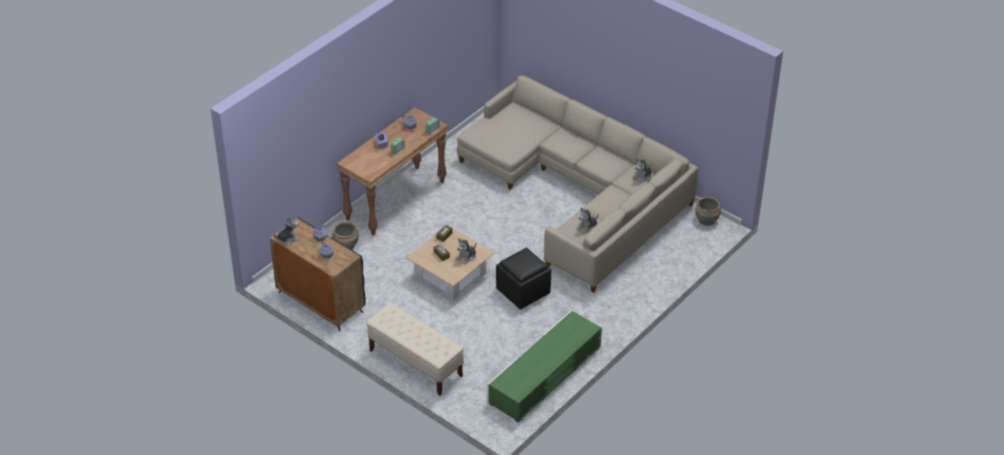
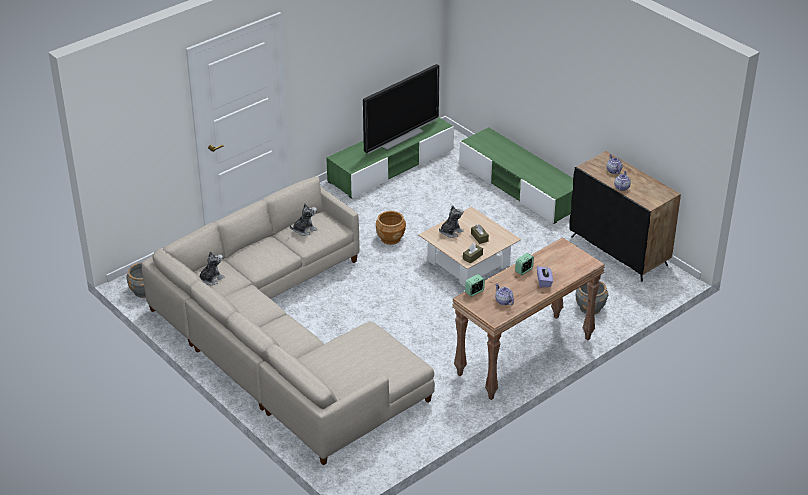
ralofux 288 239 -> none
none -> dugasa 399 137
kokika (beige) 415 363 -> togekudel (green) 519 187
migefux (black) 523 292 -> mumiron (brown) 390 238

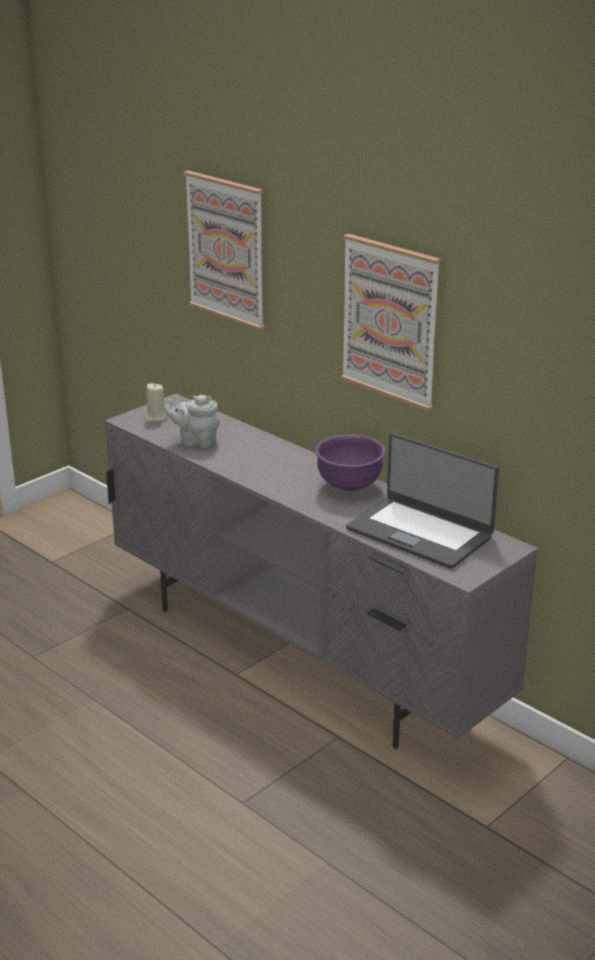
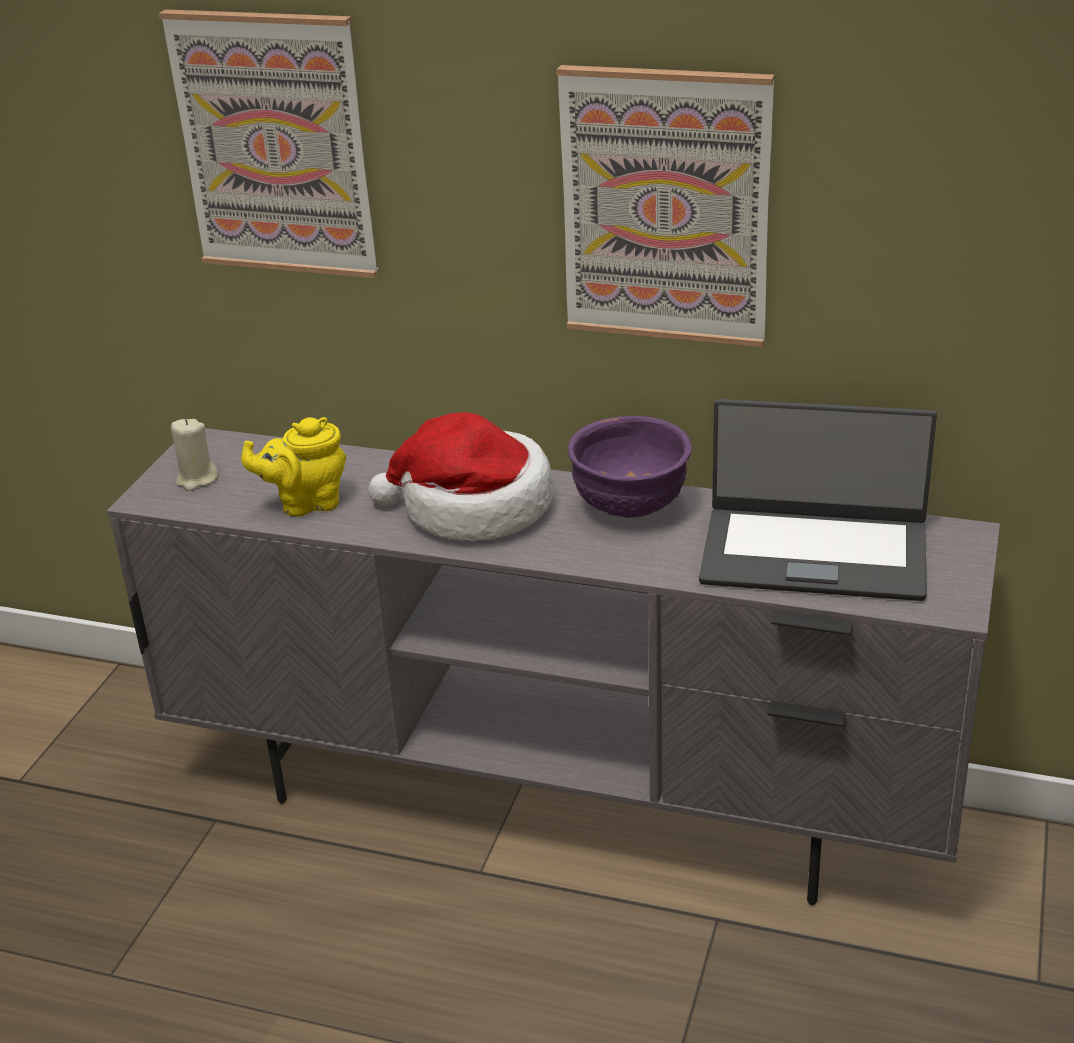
none -> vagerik 473 507
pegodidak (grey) 195 441 -> pegodidak (yellow) 306 503

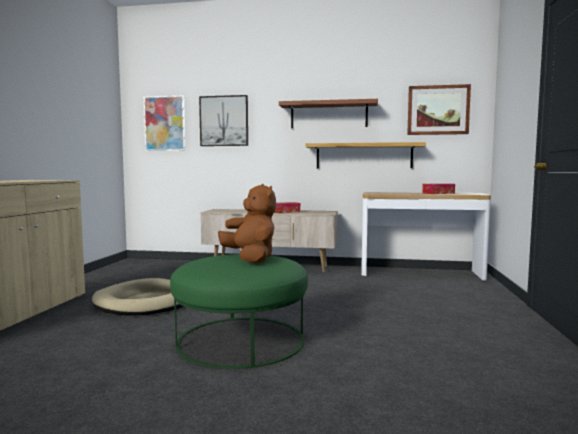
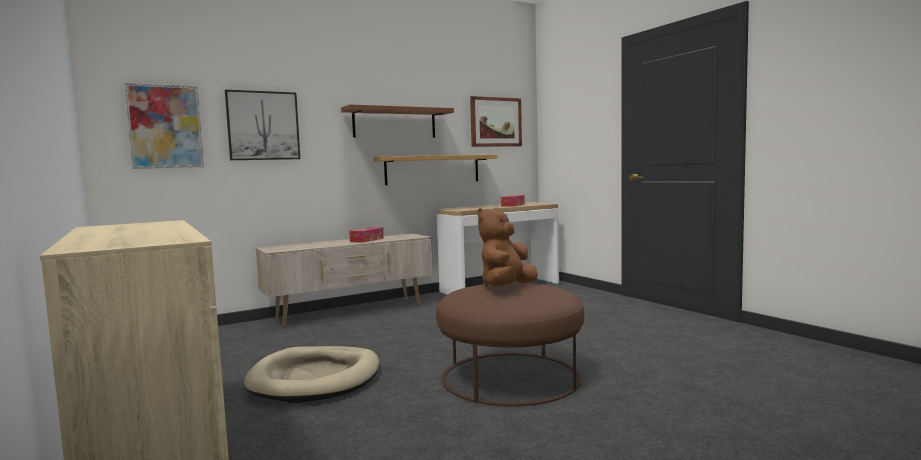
migefux (green) 241 340 -> migefux (brown) 510 376
ralofux (brown) 250 259 -> ralofux (brown) 506 288, 75 degrees counterclockwise

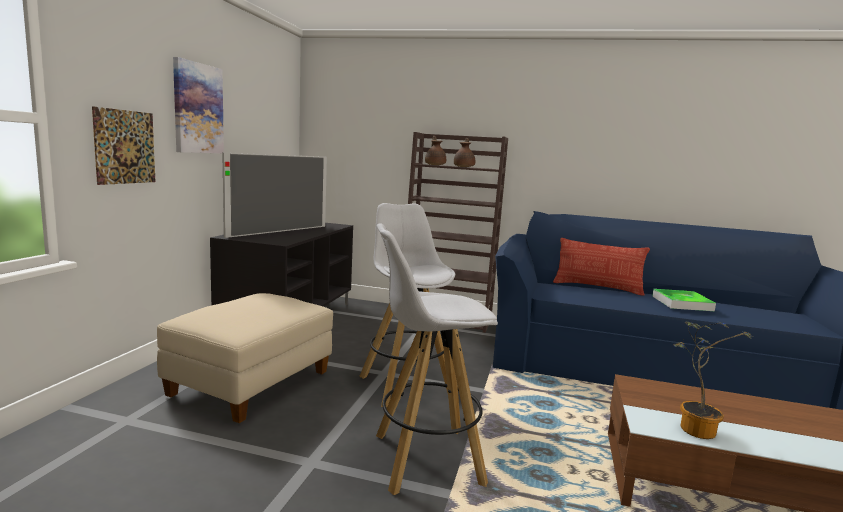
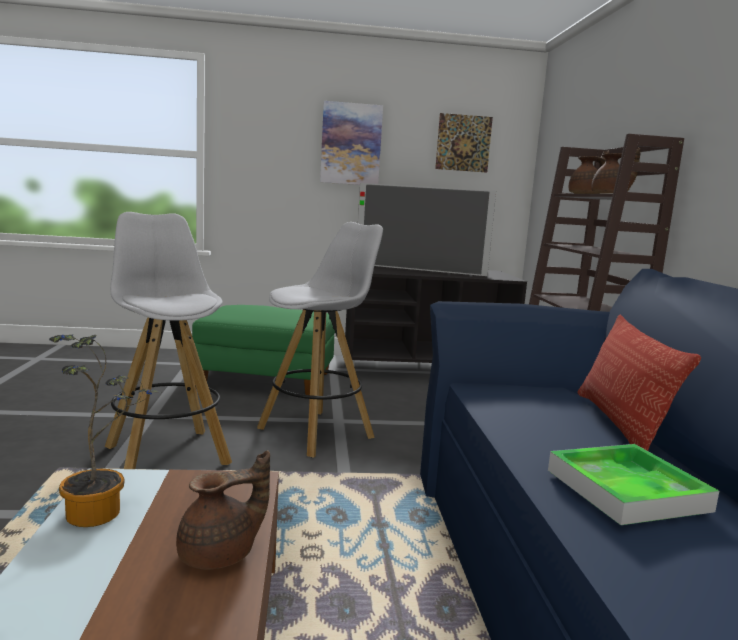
none -> pegodidak (brown) 220 555
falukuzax 125 147 -> falukuzax 463 143, relocated
migefux (beige) 251 384 -> migefux (green) 267 380

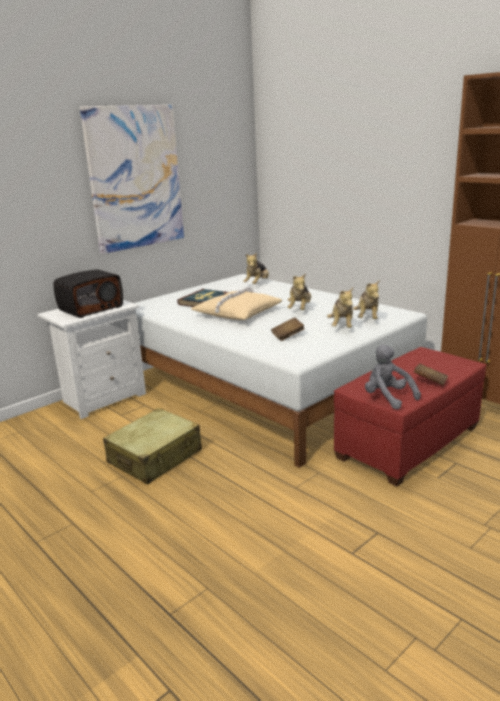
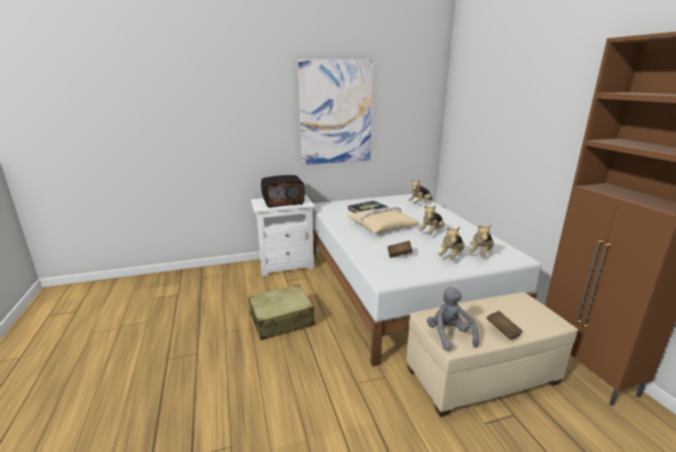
migefux (red) 408 442 -> migefux (beige) 481 376

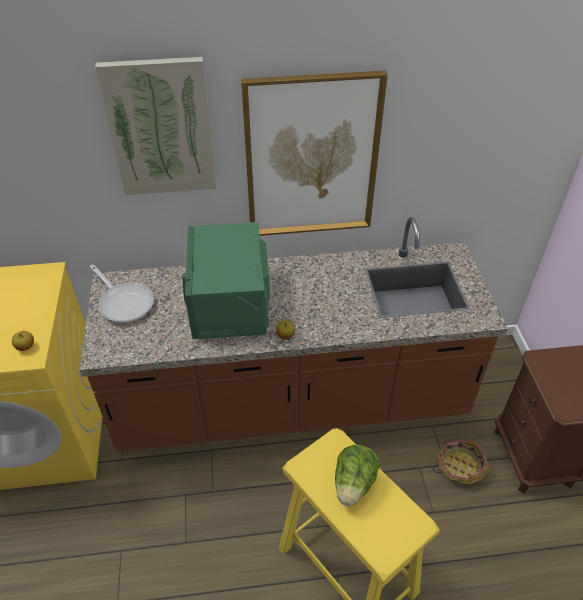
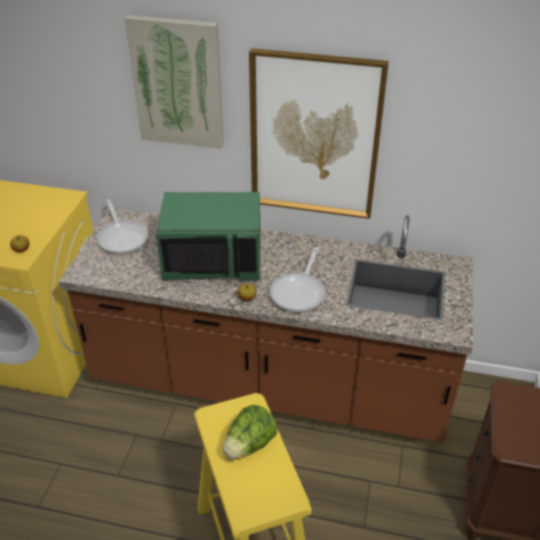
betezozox 459 467 -> none
none -> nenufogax 299 292
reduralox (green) 231 302 -> reduralox (green) 213 259, 105 degrees counterclockwise

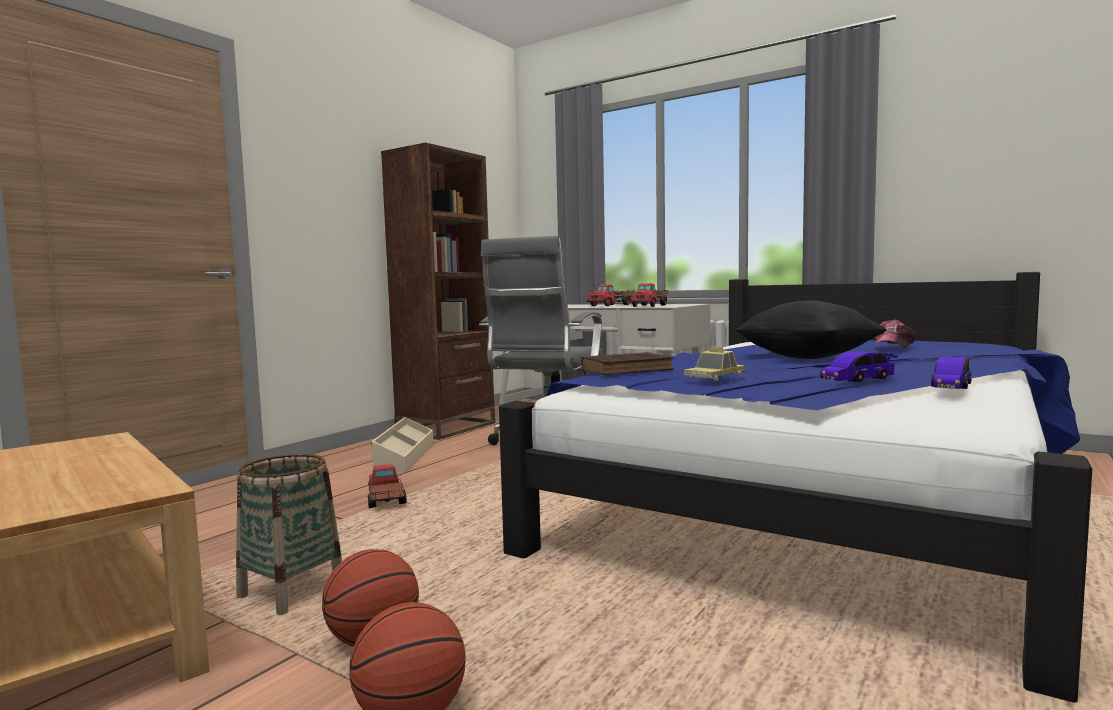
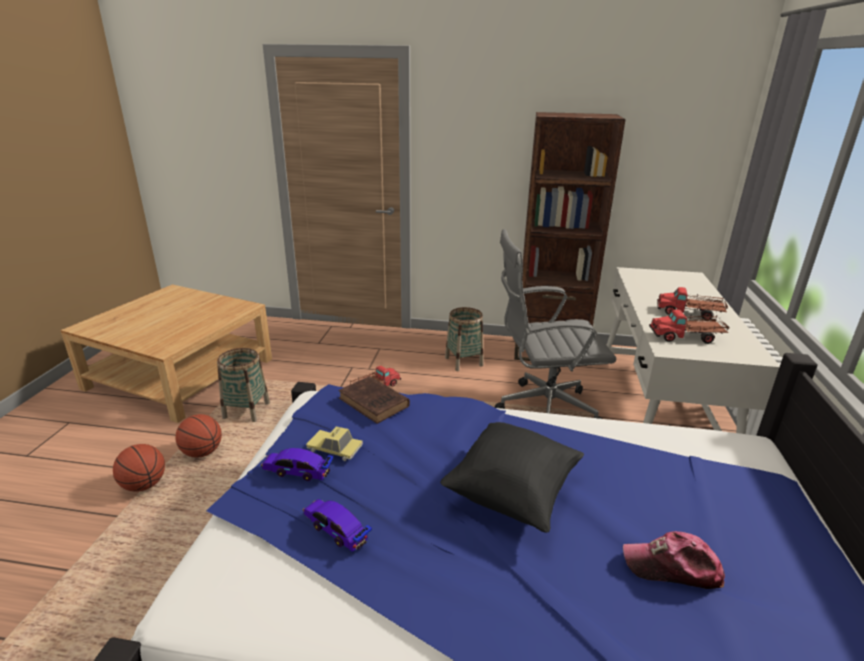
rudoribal 951 385 -> rudoribal 297 471, relocated
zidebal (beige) 404 456 -> betezozox 464 361

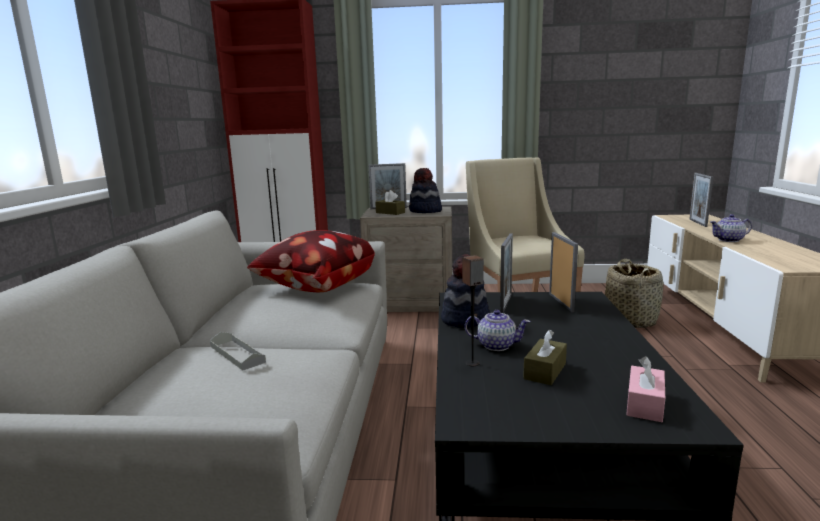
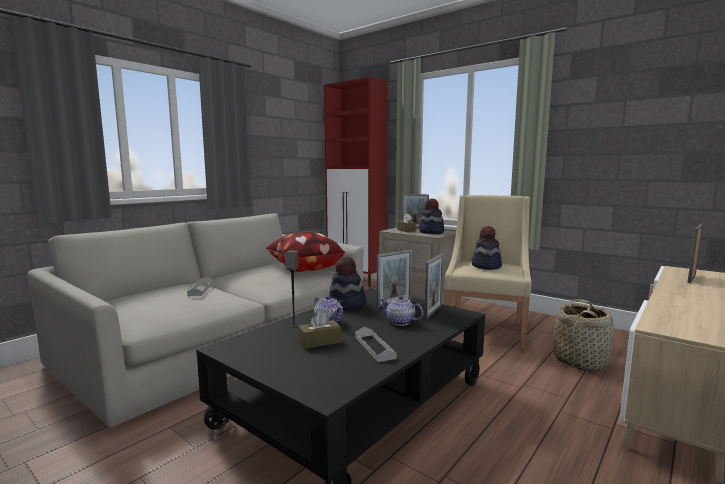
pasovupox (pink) 644 404 -> none
none -> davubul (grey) 374 347
none -> vagerik 486 266
pegodidak 729 240 -> pegodidak 400 322, relocated

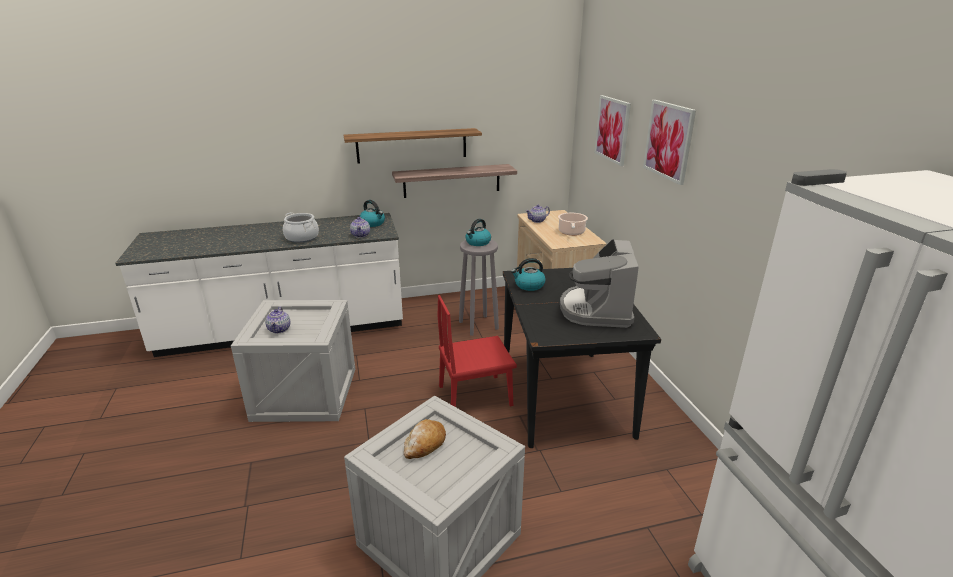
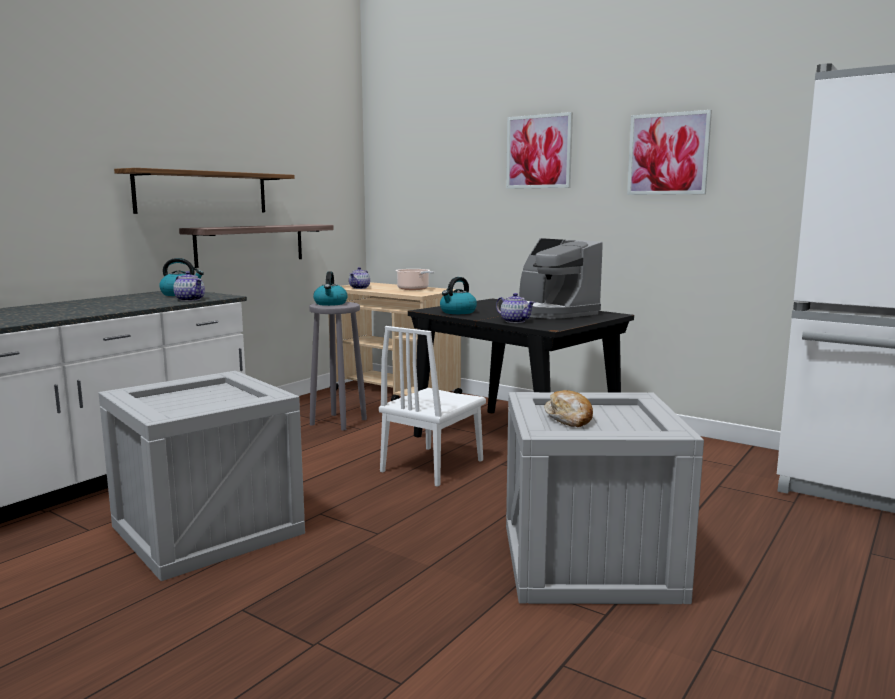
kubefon 302 237 -> none
pegodidak 279 329 -> pegodidak 515 321, relocated
falukuzax 612 129 -> falukuzax 668 154, relocated
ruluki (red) 475 395 -> ruluki (white) 432 465

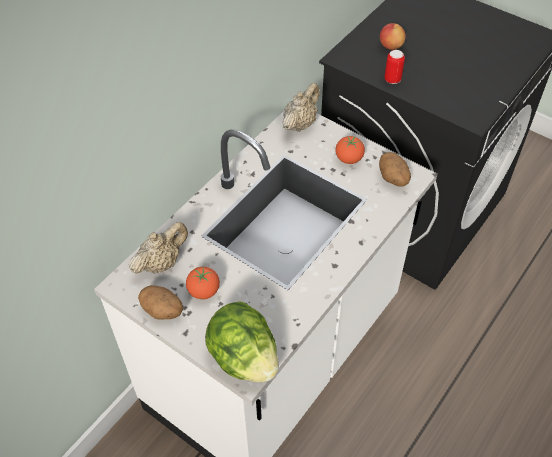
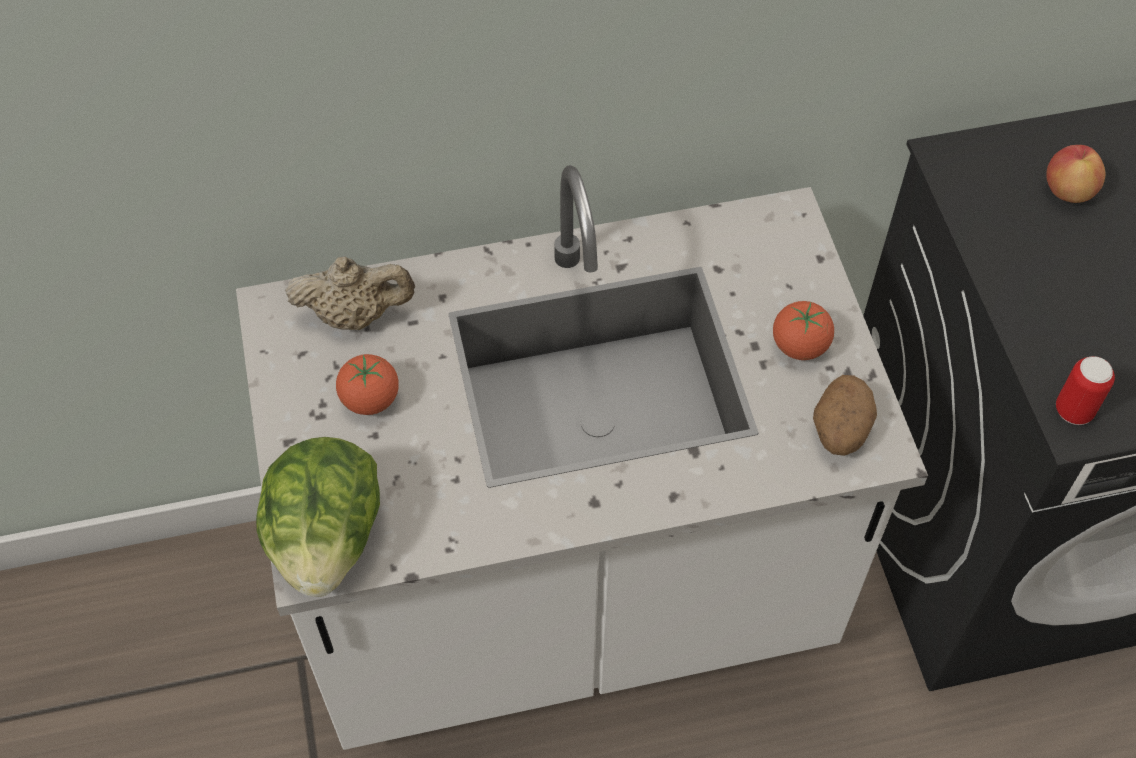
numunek 163 311 -> none
pegodidak (beige) 300 123 -> none
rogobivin 392 80 -> rogobivin 1073 410, relocated

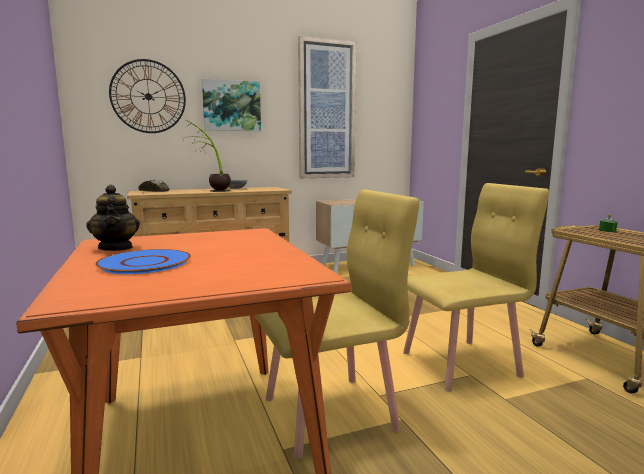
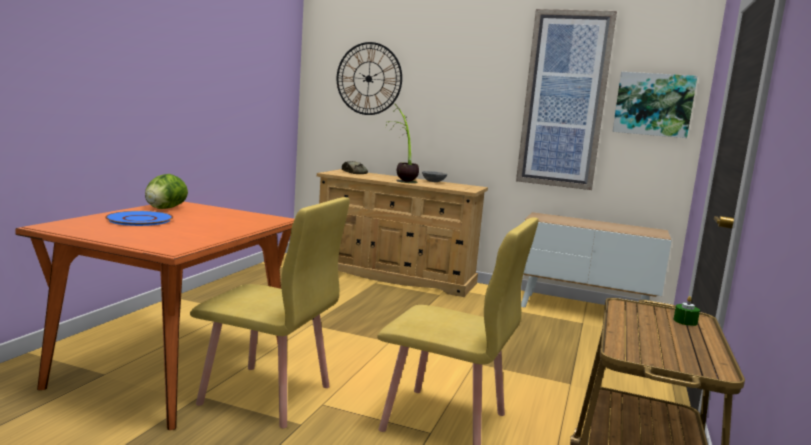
falukuzax 231 106 -> falukuzax 653 104, relocated
pegodidak 116 248 -> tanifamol 165 208

